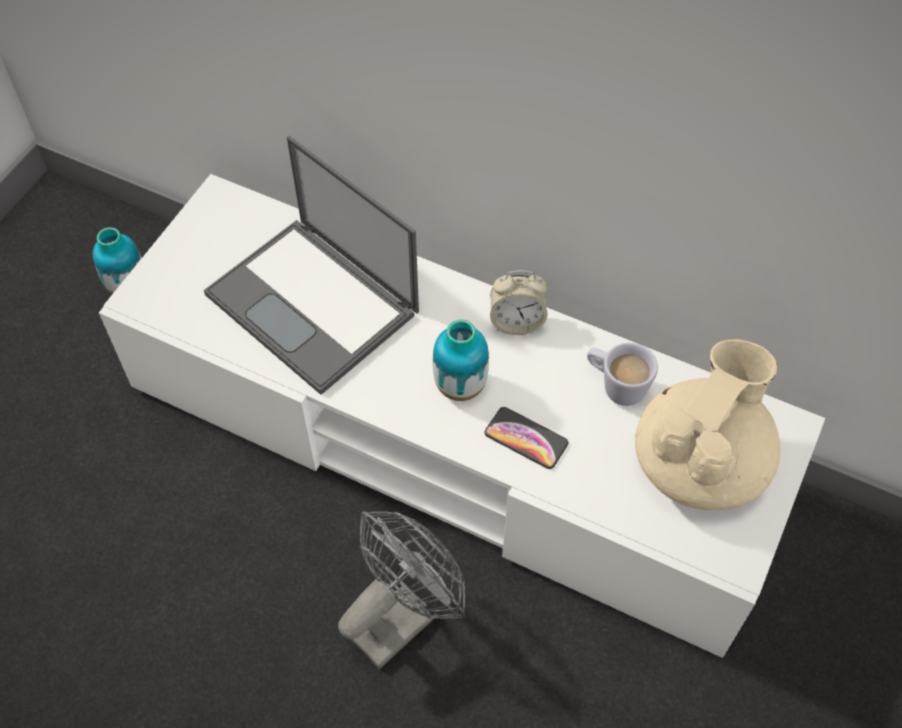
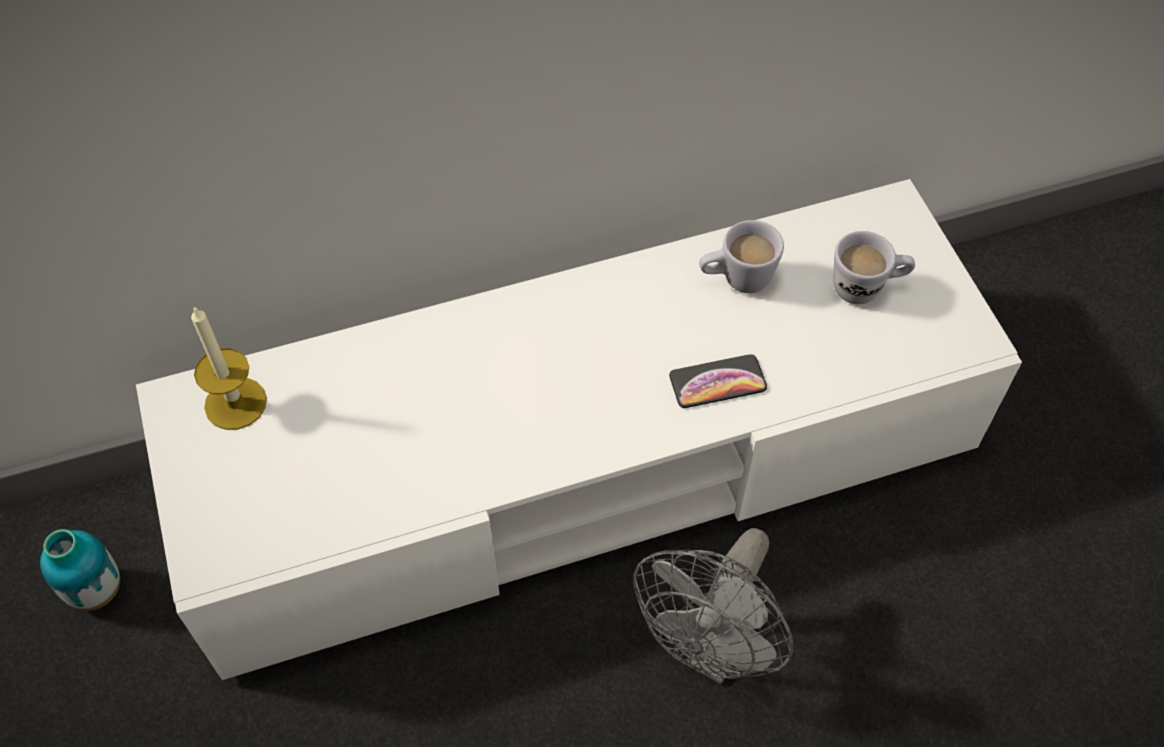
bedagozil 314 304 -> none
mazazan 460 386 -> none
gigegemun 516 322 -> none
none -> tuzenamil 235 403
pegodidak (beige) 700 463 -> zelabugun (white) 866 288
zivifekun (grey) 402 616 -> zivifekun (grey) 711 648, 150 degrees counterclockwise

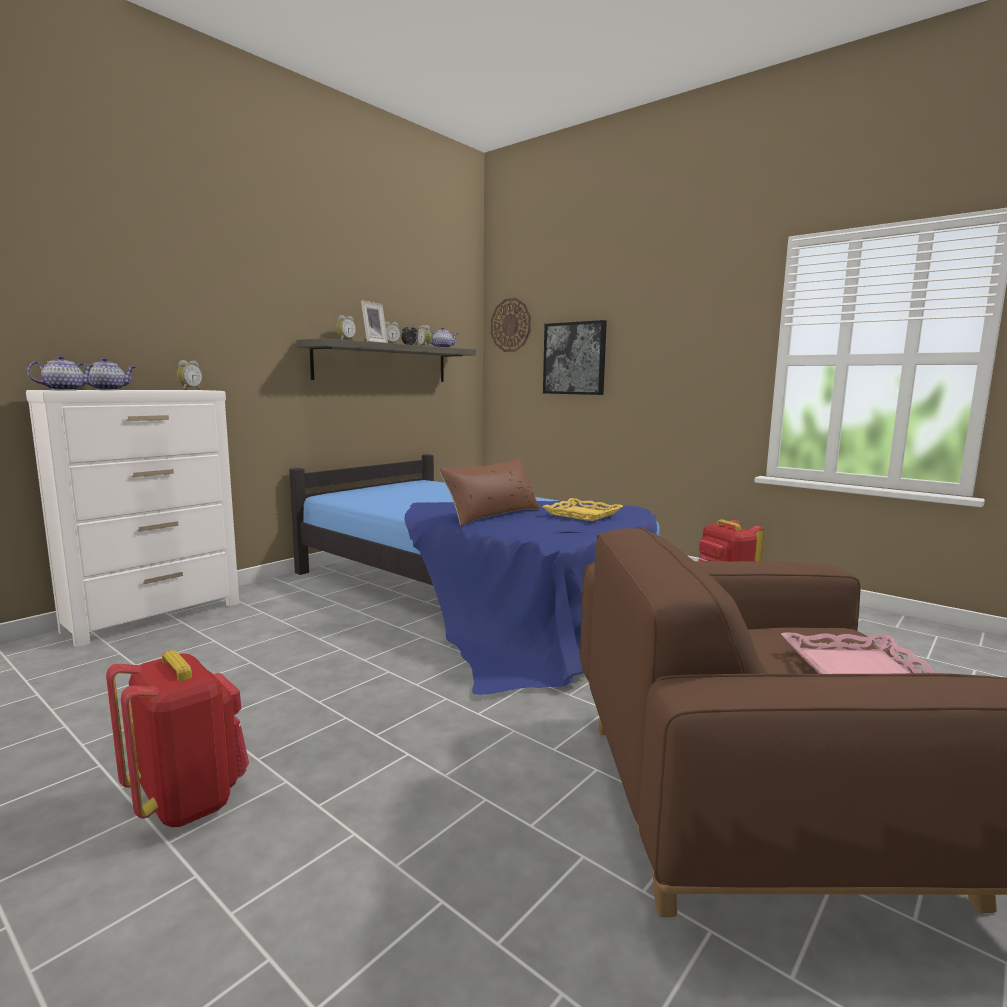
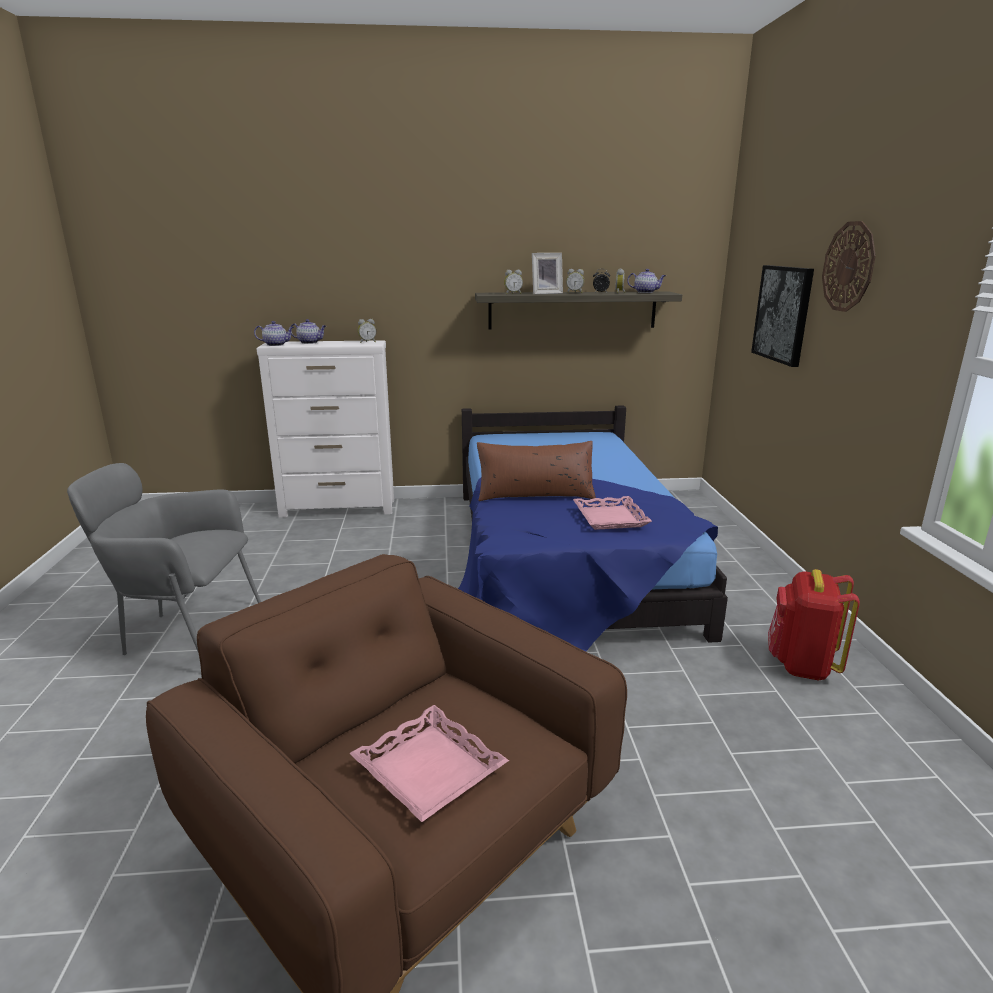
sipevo 511 325 -> sipevo 848 267, relocated
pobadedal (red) 188 801 -> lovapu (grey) 184 635
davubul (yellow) 583 514 -> davubul (pink) 611 518

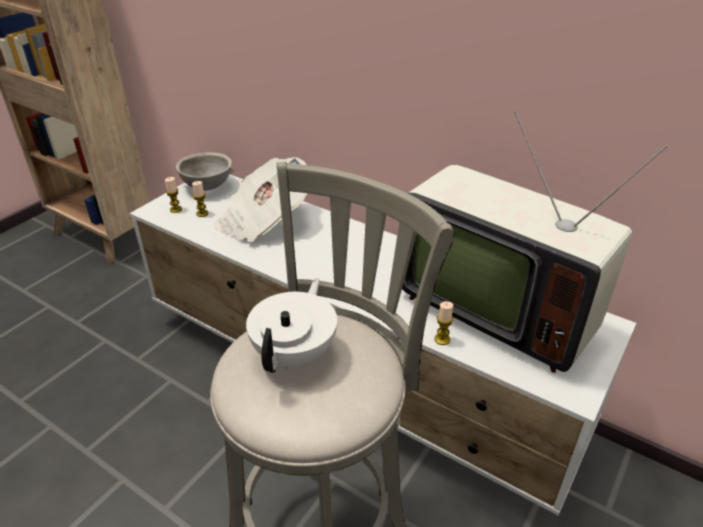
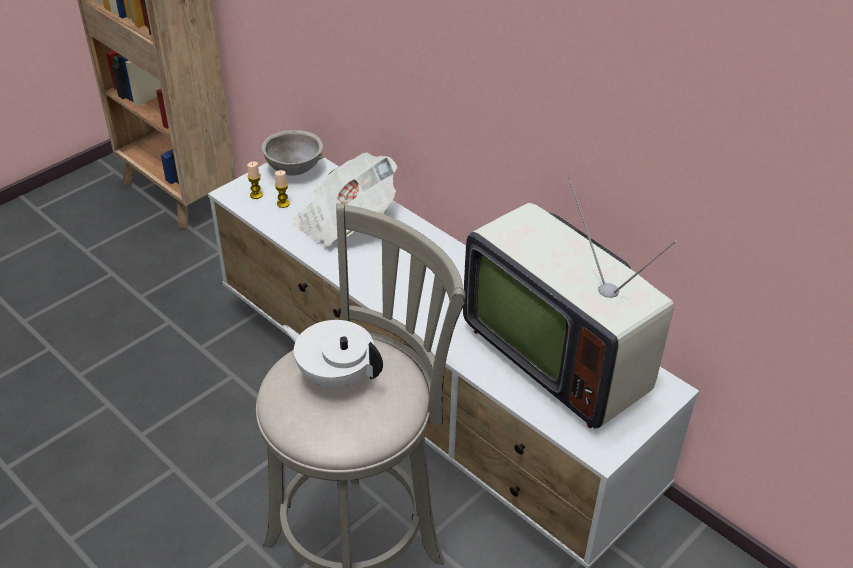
tuzenamil 442 339 -> none
pegodidak (white) 296 353 -> pegodidak (white) 335 375, 90 degrees counterclockwise

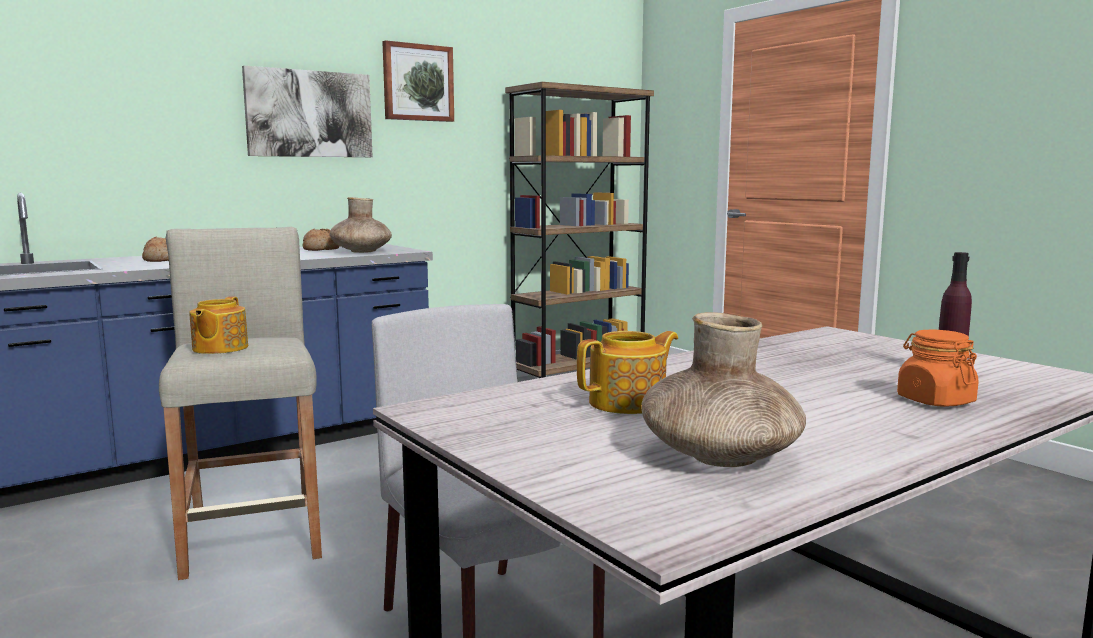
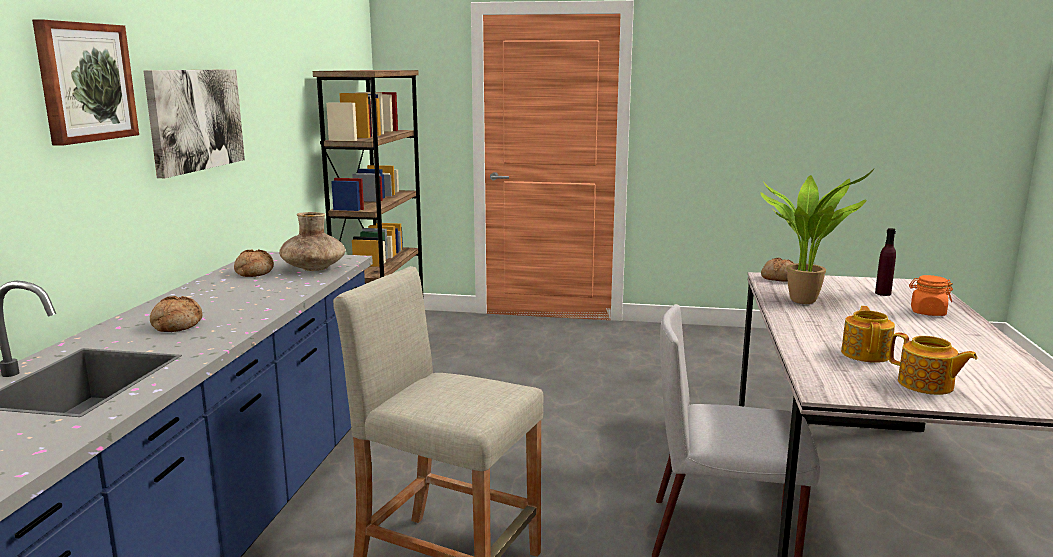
mazazan (brown) 720 456 -> none
none -> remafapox 806 300
none -> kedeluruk 779 278
pegodidak 219 348 -> pegodidak 926 385, relocated
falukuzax 417 82 -> falukuzax 85 82, relocated

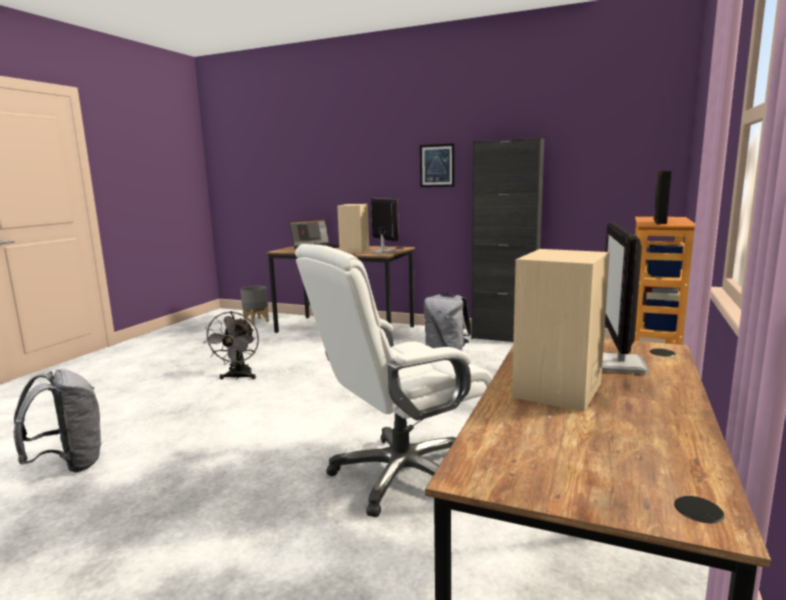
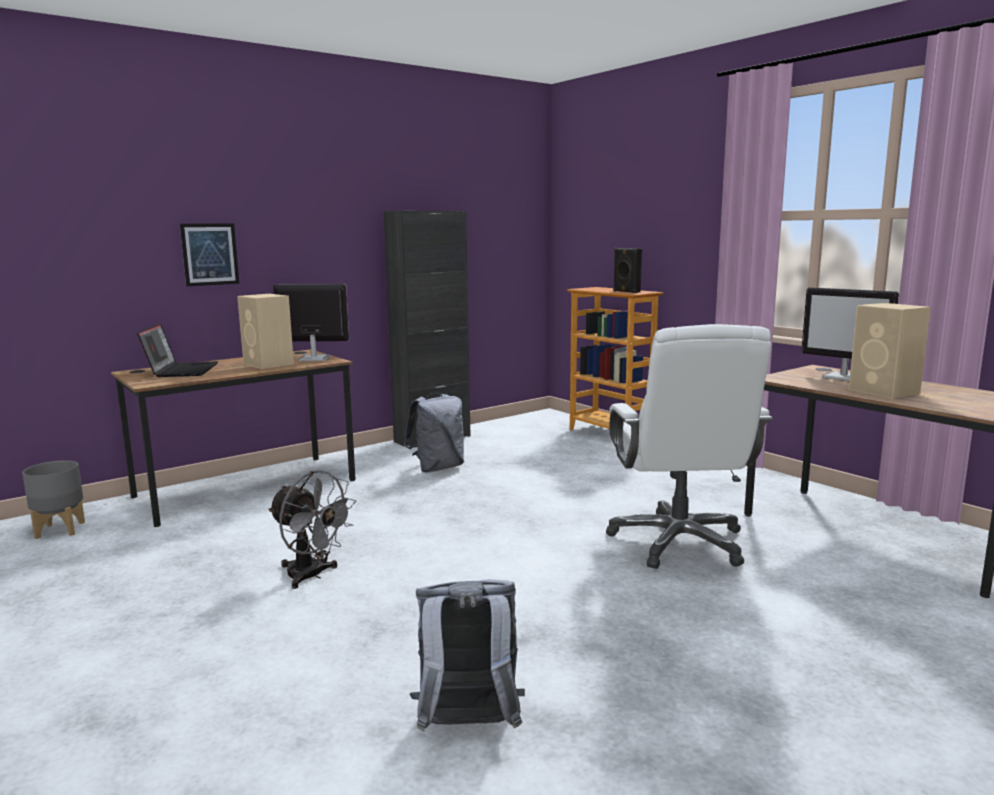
falukuzax 437 165 -> falukuzax 210 254, relocated

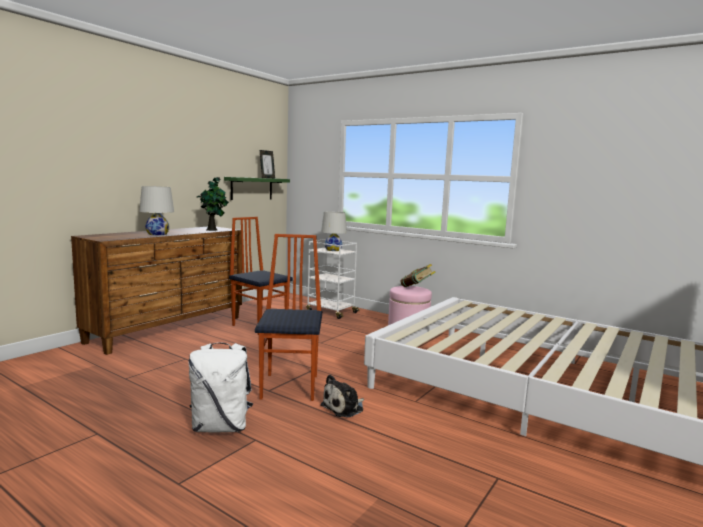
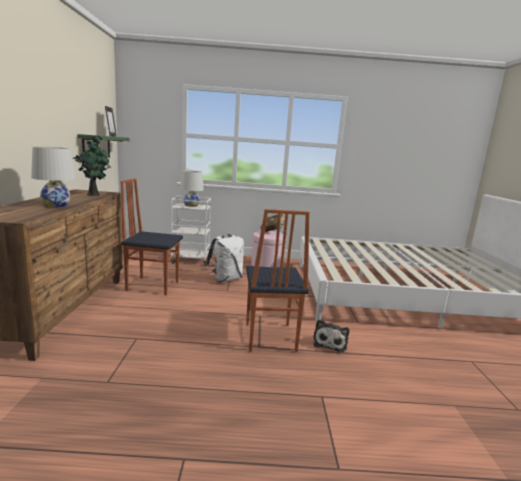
pobadedal (white) 221 427 -> pobadedal (white) 226 279, relocated
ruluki 291 386 -> ruluki 269 337, 150 degrees counterclockwise

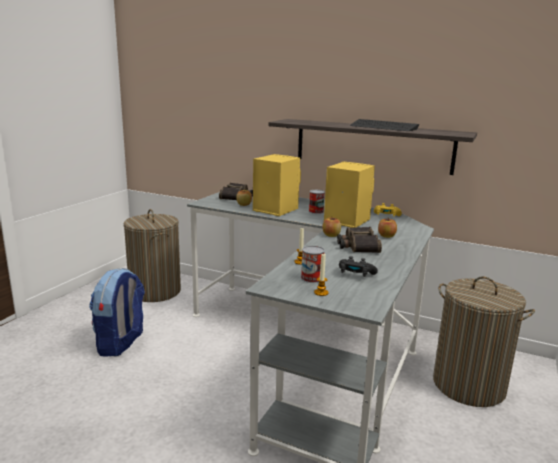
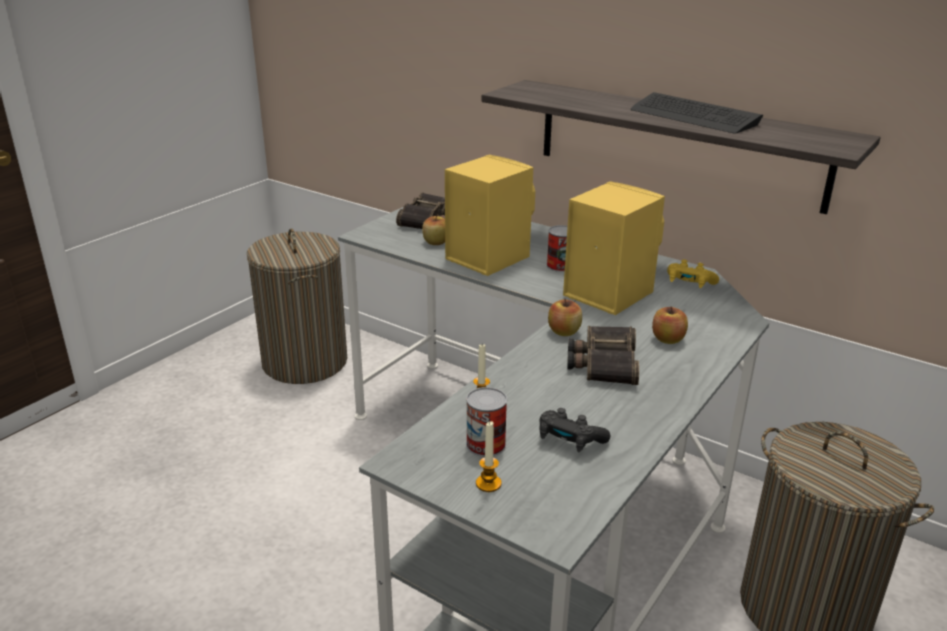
pobadedal 121 343 -> none

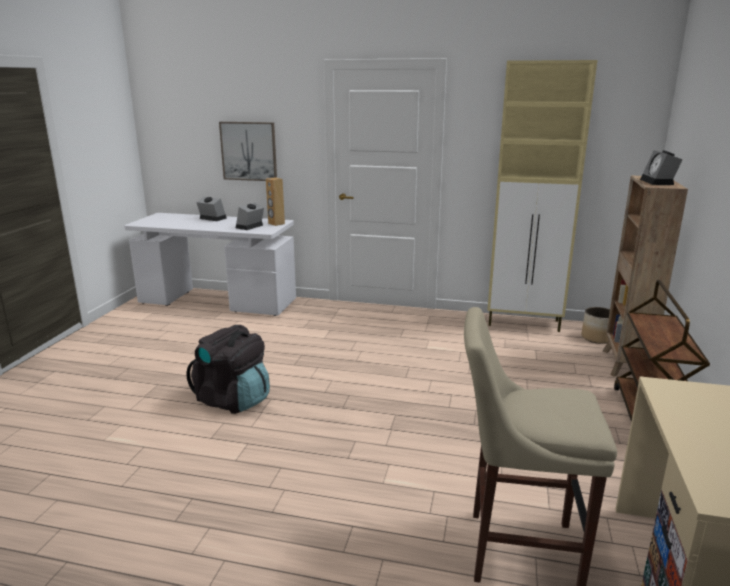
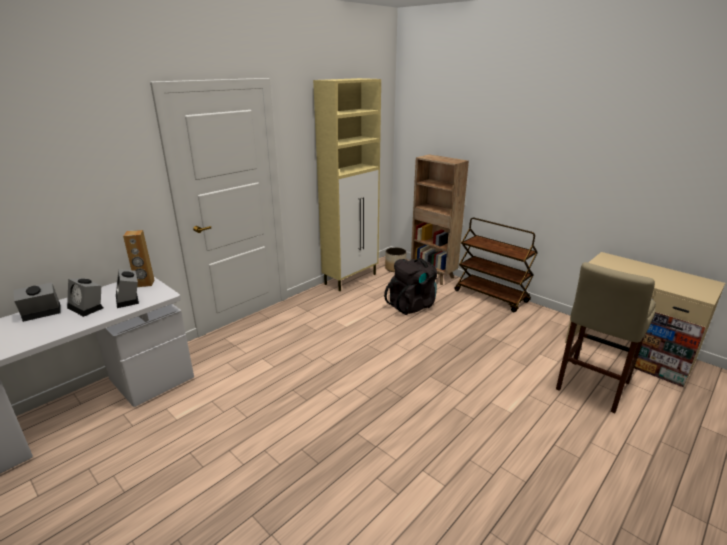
falukuzax 249 151 -> none
pobadedal (black) 233 400 -> pobadedal (black) 412 305, relocated
gigegemun 659 182 -> gigegemun 88 307, relocated

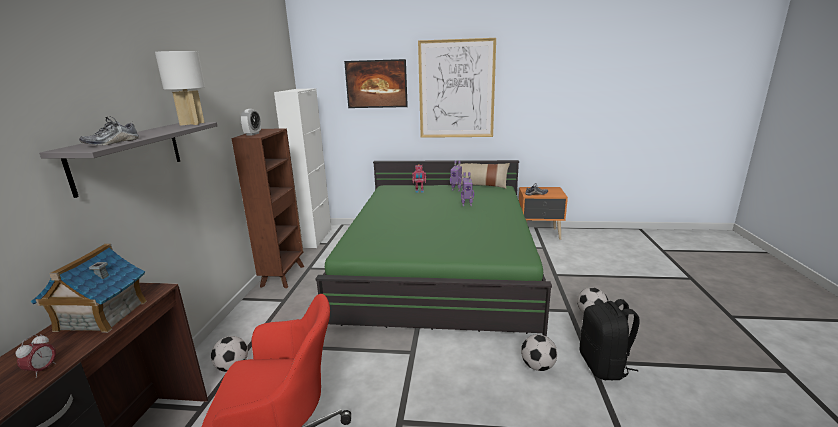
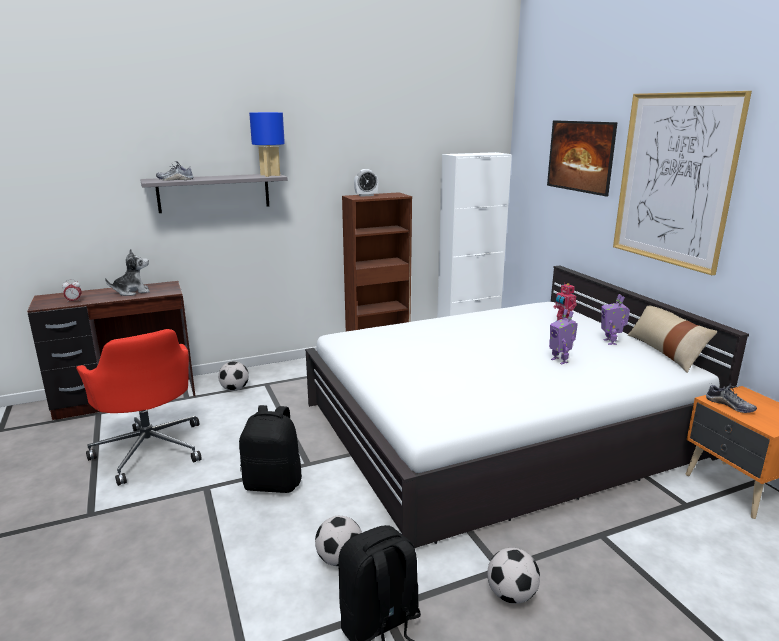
none -> pobadedal (black) 273 483
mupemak 101 316 -> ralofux 132 292
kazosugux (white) 192 124 -> kazosugux (blue) 270 175
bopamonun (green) 440 267 -> bopamonun (white) 499 429

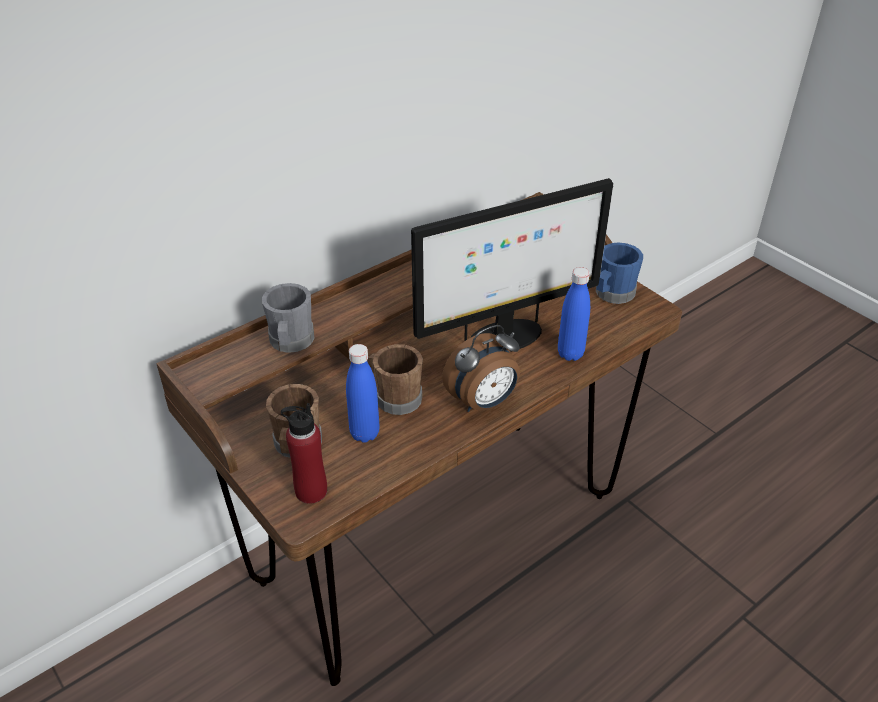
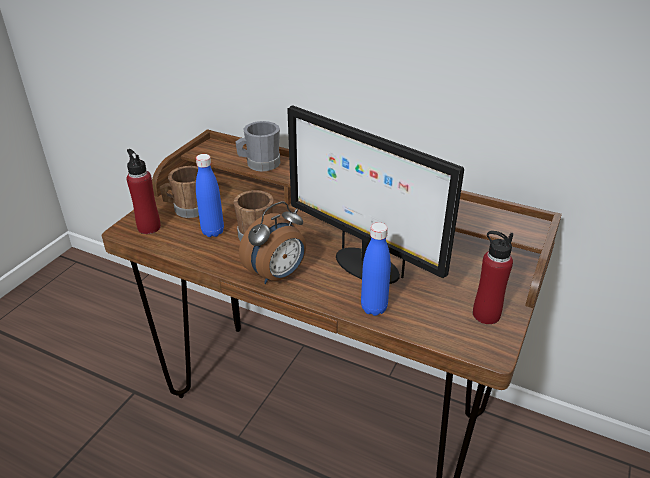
zelabugun (blue) 612 294 -> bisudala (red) 486 314
gigegemun 483 402 -> gigegemun 277 275, 75 degrees counterclockwise

